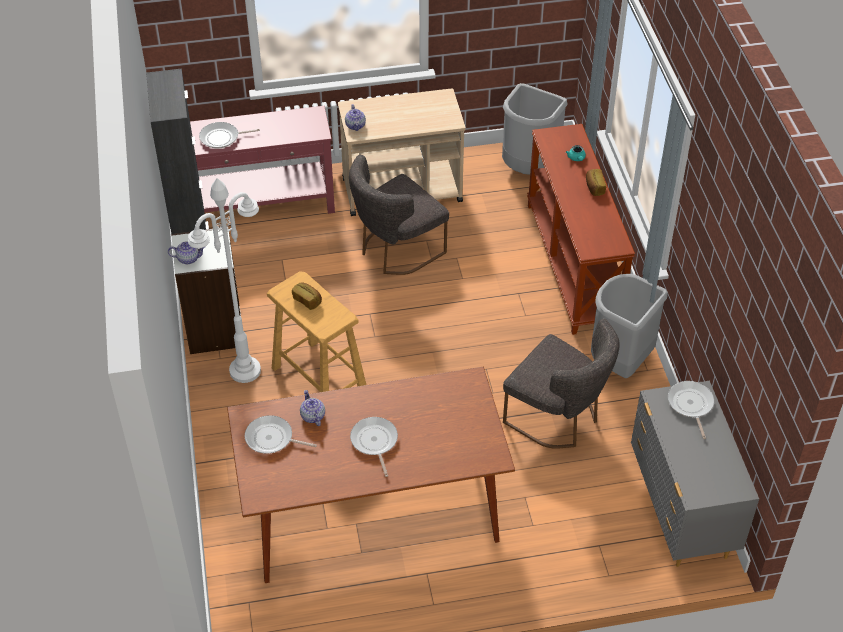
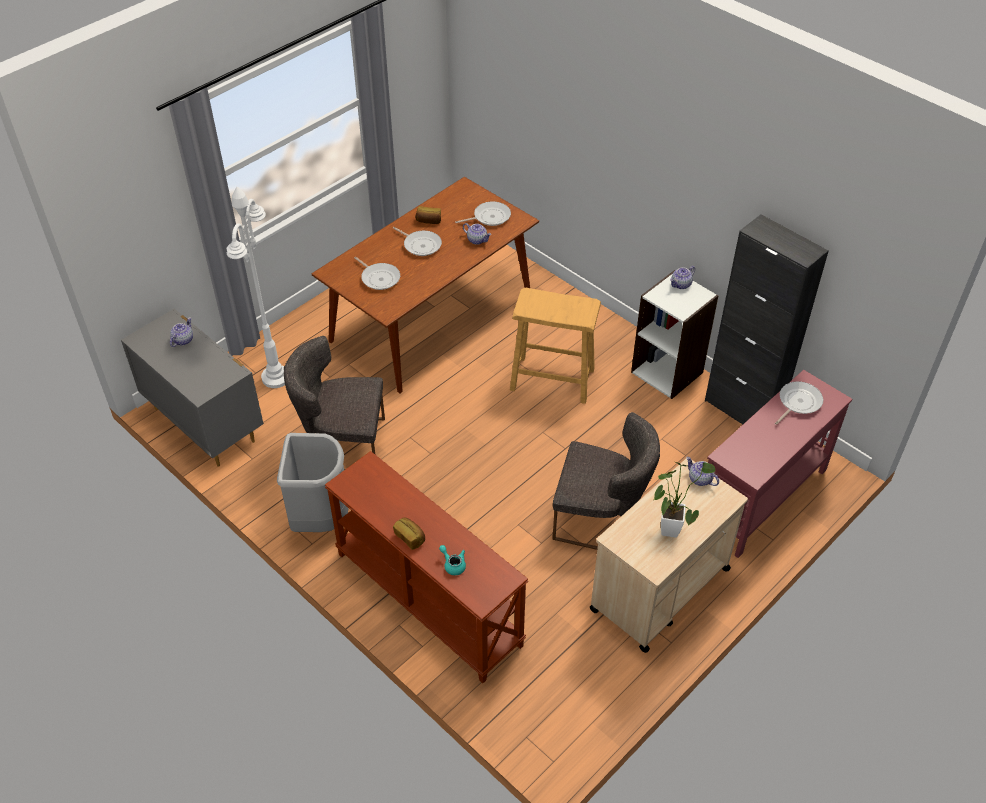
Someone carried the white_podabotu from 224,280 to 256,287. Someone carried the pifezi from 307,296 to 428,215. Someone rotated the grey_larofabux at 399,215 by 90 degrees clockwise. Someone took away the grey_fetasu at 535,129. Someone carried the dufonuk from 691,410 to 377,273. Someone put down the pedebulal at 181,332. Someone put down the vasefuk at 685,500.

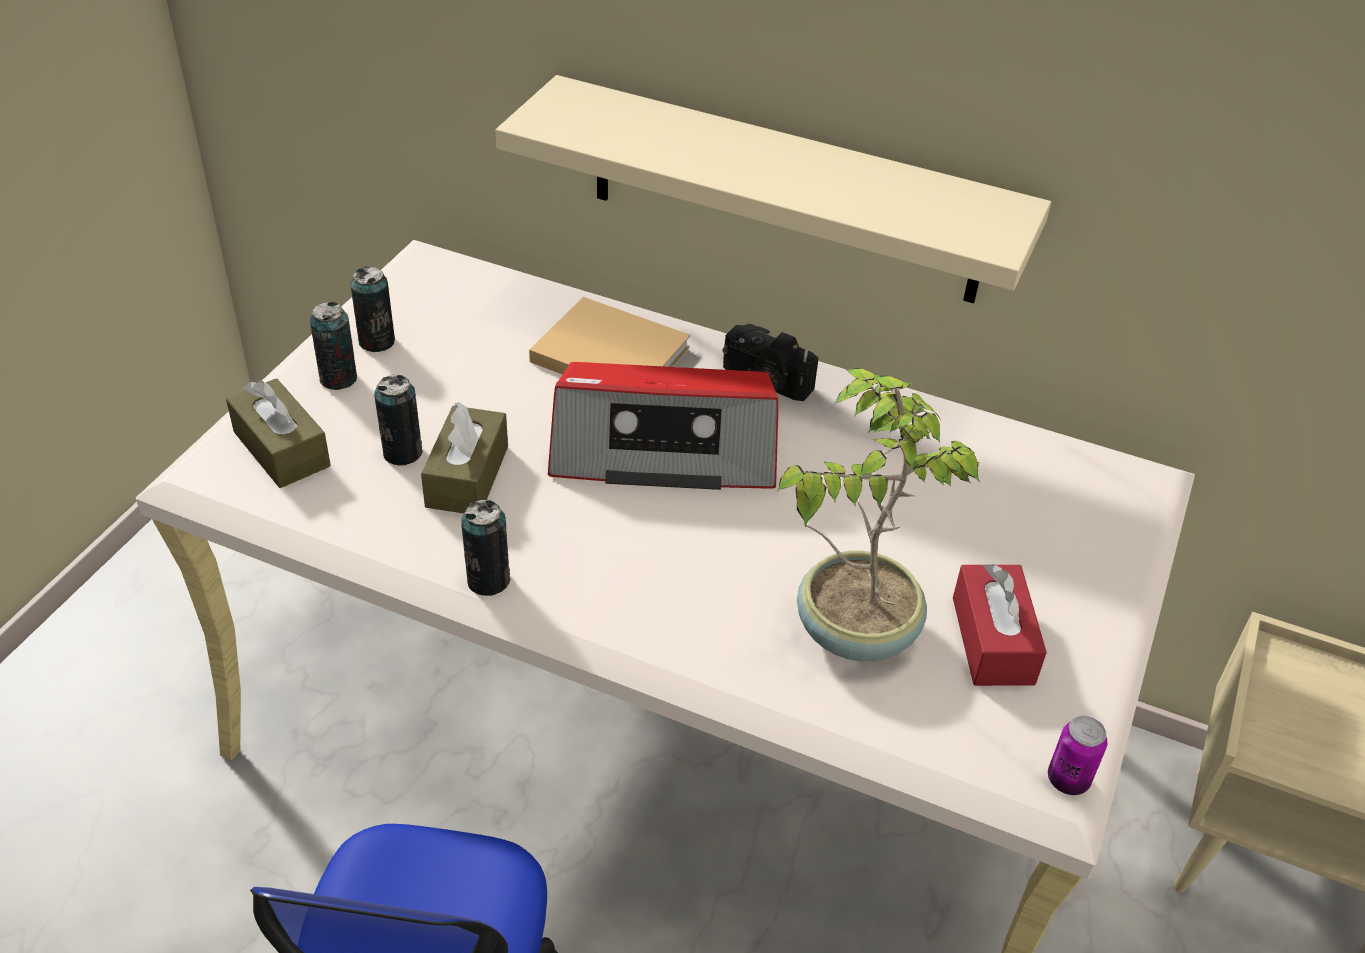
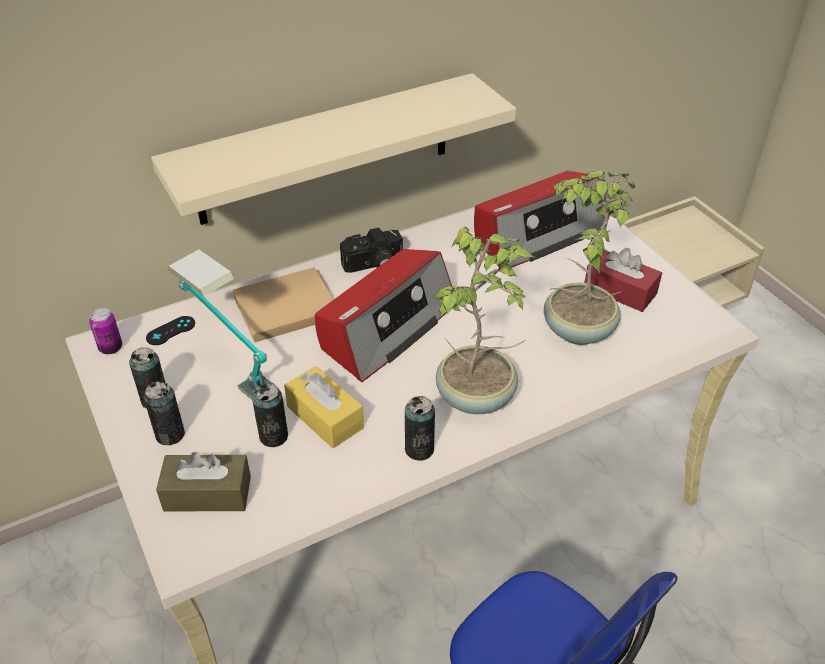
Someone repainted the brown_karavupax at 464,458, which became the yellow_karavupax at 324,407. Someone carried the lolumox from 1077,755 to 105,331. Someone put down the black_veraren at 170,330. Someone put down the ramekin at 220,324. Someone put down the vasefuk at 483,320. Someone put down the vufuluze at 539,219.

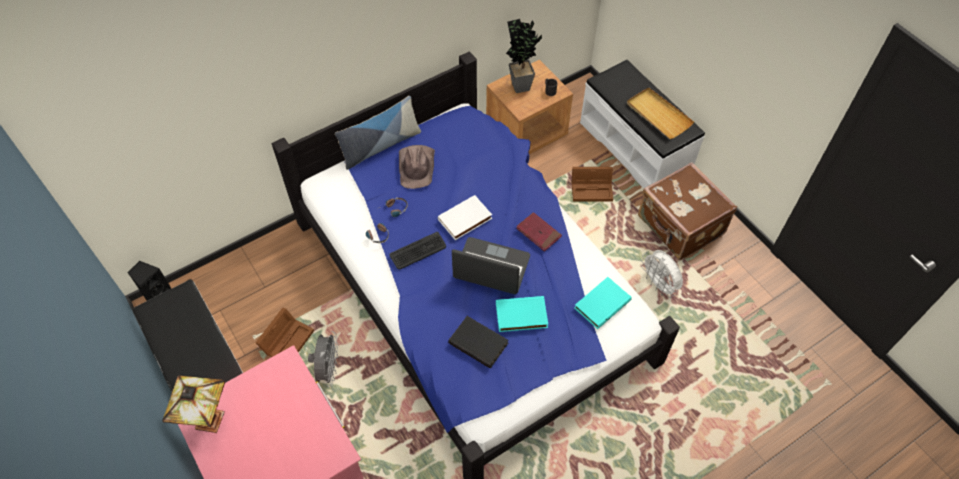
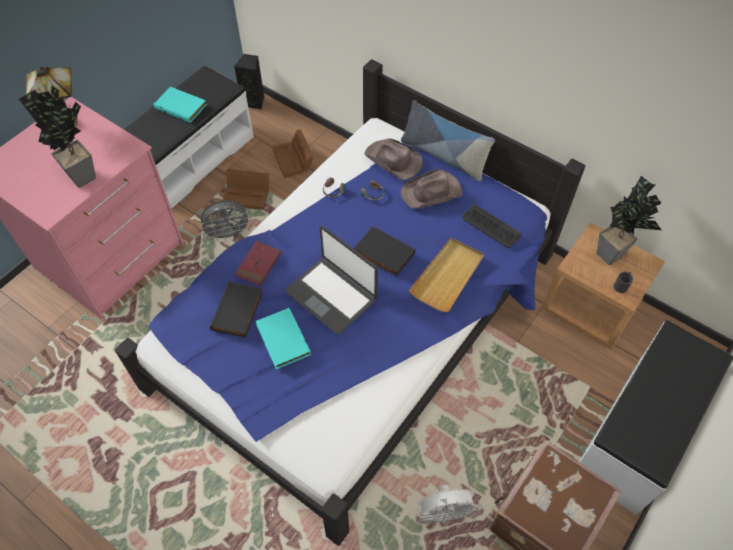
Someone carried the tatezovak from 417,250 to 491,226. Someone repainted the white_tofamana at 465,217, which became the black_tofamana at 384,251. Someone rotated the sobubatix at 491,265 by 135 degrees clockwise. Someone carried the red_tofamana from 539,232 to 258,263. Someone carried the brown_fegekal from 592,184 to 293,153. Someone carried the turquoise_tofamana from 603,303 to 180,105. Someone carried the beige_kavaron from 660,113 to 446,275. Someone rotated the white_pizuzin at 662,274 by 135 degrees counterclockwise. Someone put down the vasefuk at 57,137. Someone put down the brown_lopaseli at 393,159.

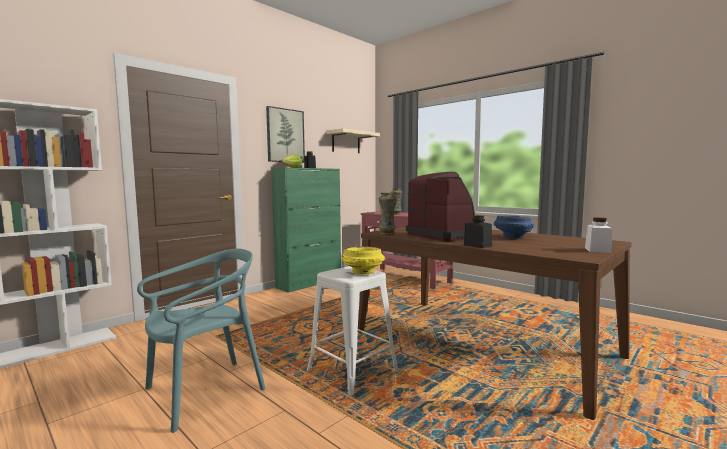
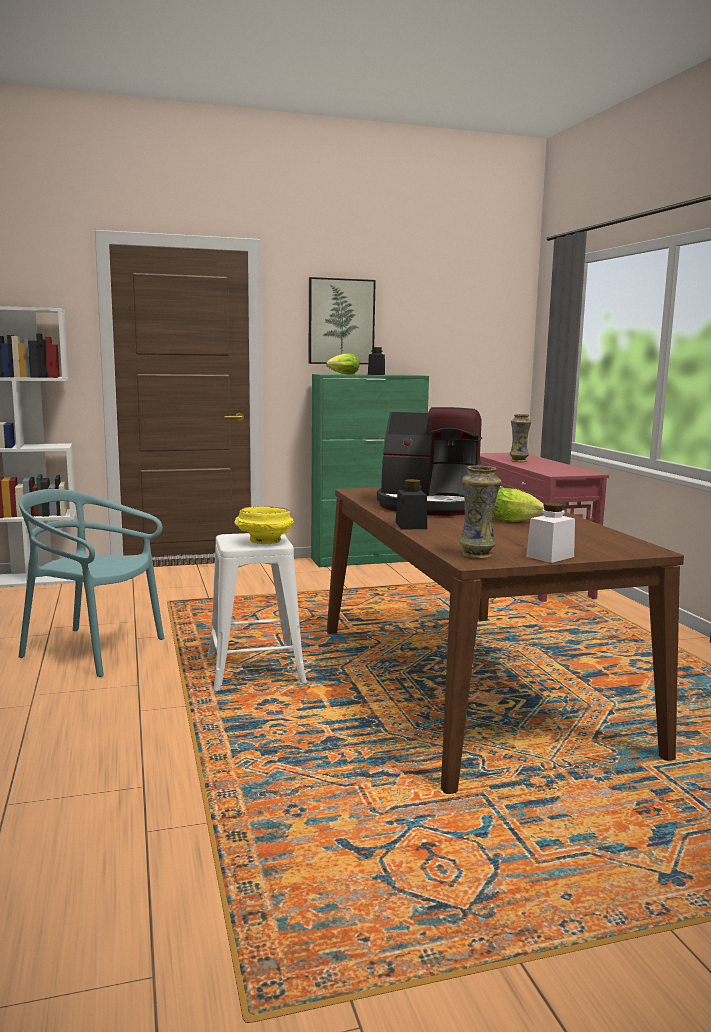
Someone rotated the turquoise_larofabux at 201,341 by 150 degrees counterclockwise. Someone took away the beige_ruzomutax at 353,140. Someone carried the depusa from 387,214 to 480,512. Someone rotated the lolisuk at 440,206 by 105 degrees clockwise. Someone swapped the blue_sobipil at 513,226 for the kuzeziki at 519,505.

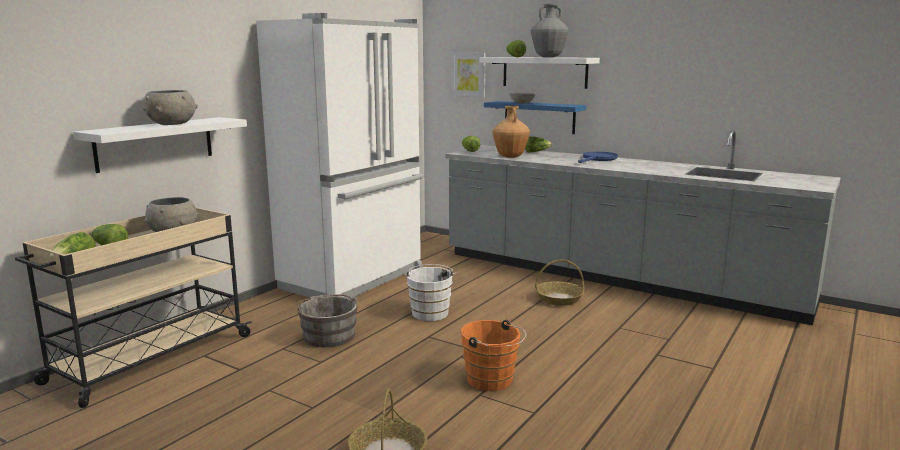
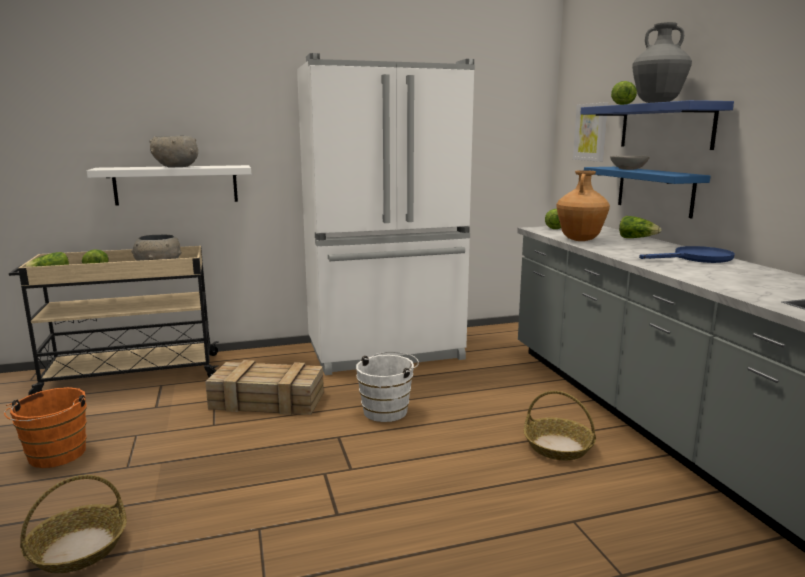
Someone swapped the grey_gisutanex at 327,320 for the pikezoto at 264,387. Someone carried the orange_gisutanex from 493,355 to 45,427. Someone repainted the white_ruzomutax at 539,73, which became the blue_ruzomutax at 657,125.

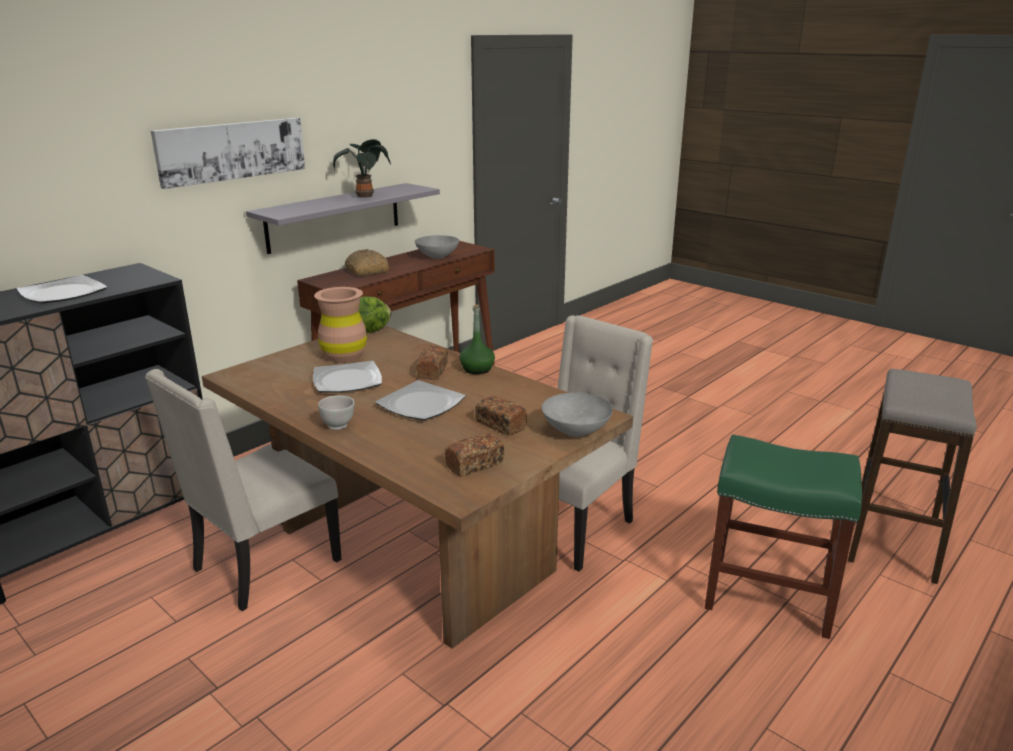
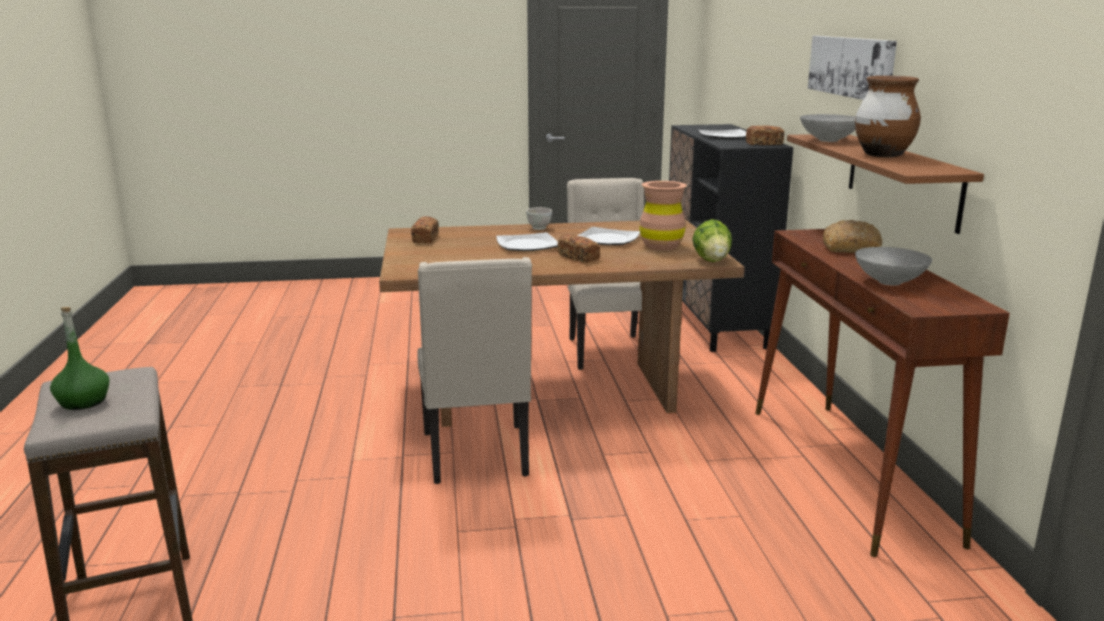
Someone repainted the grey_ruzomutax at 343,218, which became the brown_ruzomutax at 885,184. Someone swapped the vasefuk at 362,168 for the brown_depusa at 888,116. Someone carried the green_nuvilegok from 477,339 to 79,358. Someone carried the pifezi from 501,415 to 765,135. Someone carried the grey_sobipil from 577,415 to 828,128. Someone took away the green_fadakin at 783,537.

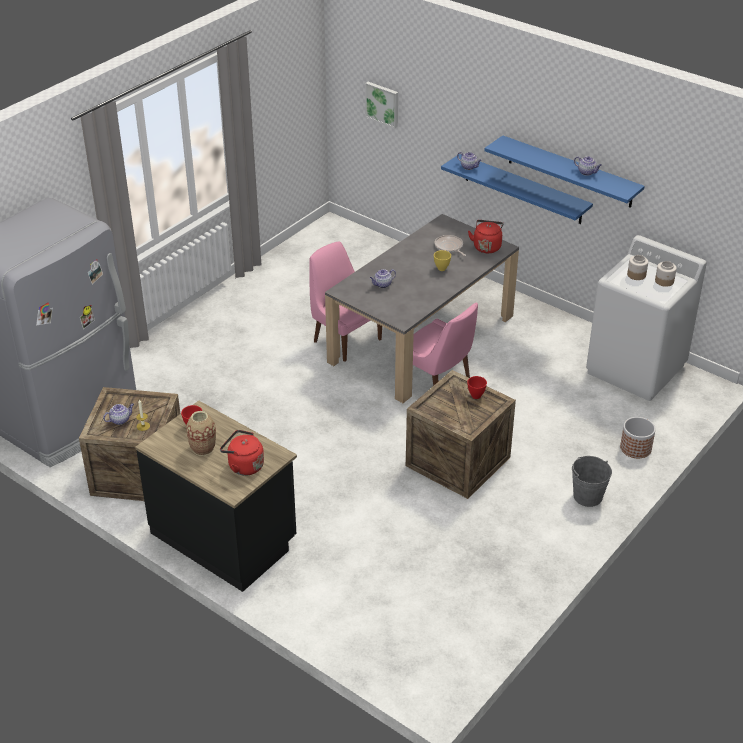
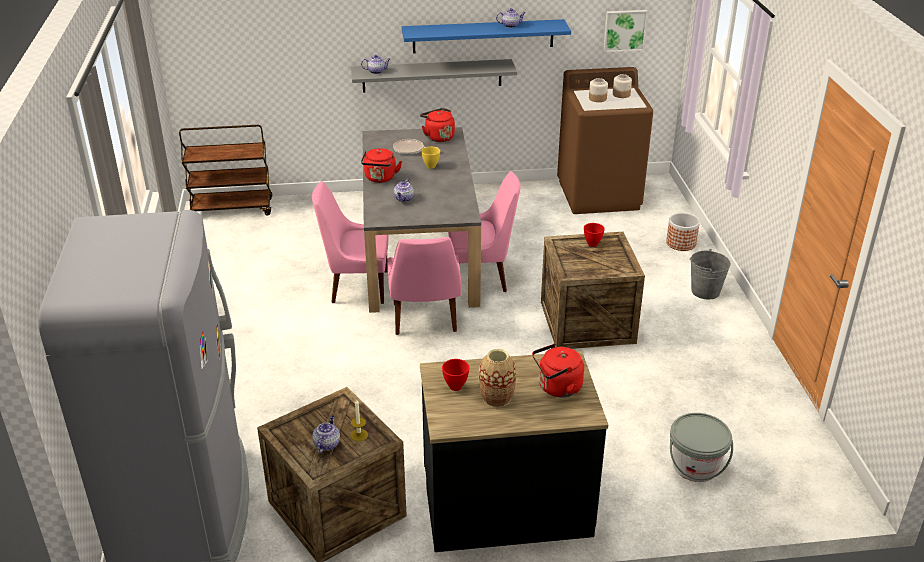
Someone carried the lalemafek from 381,105 to 625,31. Someone repainted the blue_ruzomutax at 517,189, which became the grey_ruzomutax at 434,76. Someone repainted the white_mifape at 646,318, which became the brown_mifape at 605,140. Someone put down the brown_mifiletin at 225,170. Someone put down the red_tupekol at 381,165. Someone put down the pink_larofabux at 424,286. Someone put down the grey_gisutanex at 701,447.

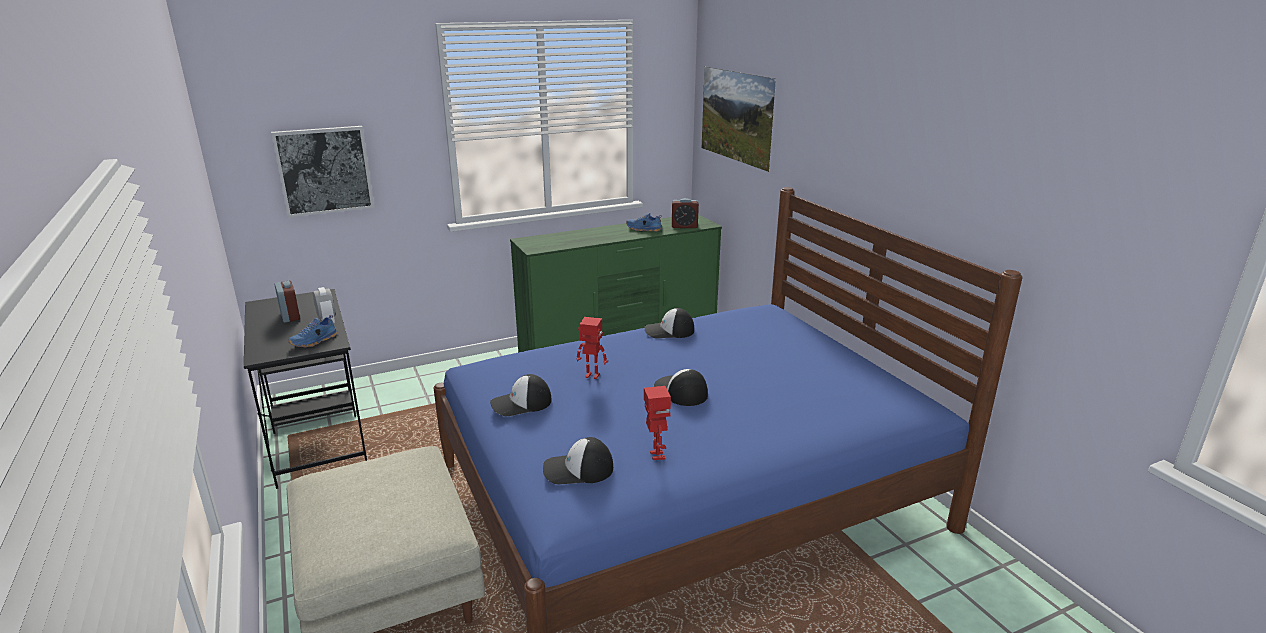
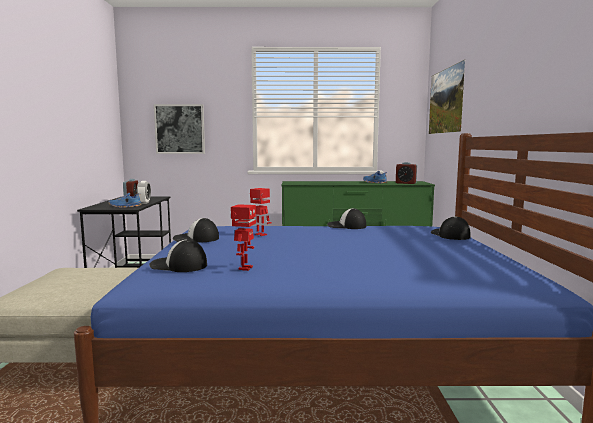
Someone carried the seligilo from 681,387 to 451,228.

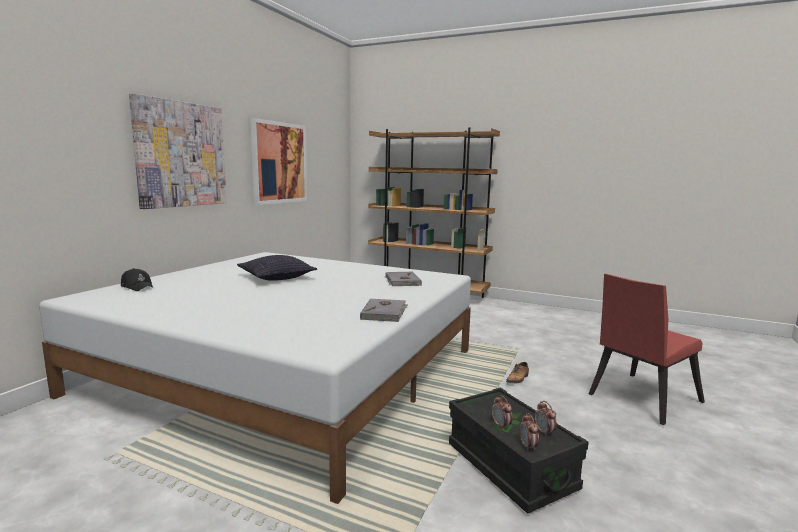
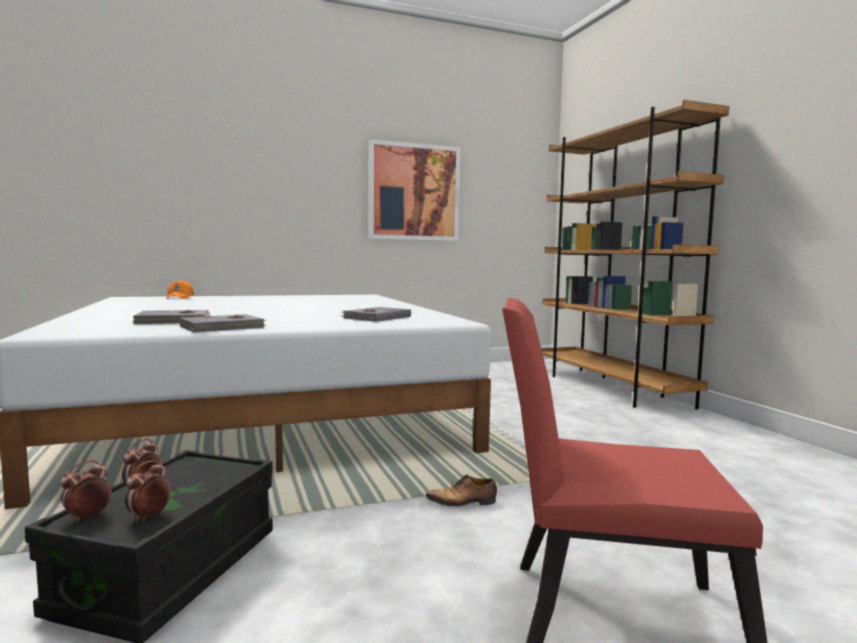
Someone repainted the black_seligilo at 137,279, which became the orange_seligilo at 180,289. Someone took away the lalemafek at 178,151. Someone took away the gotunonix at 277,268. Someone put down the grey_tofamana at 171,317.

